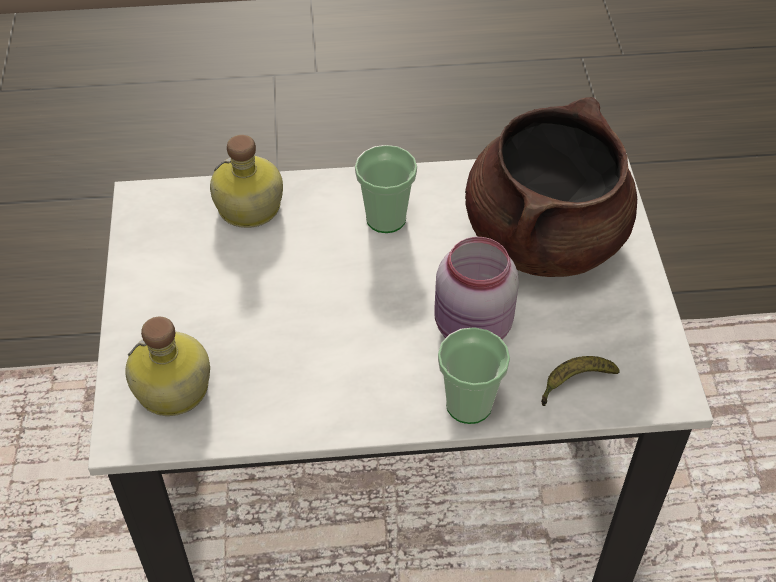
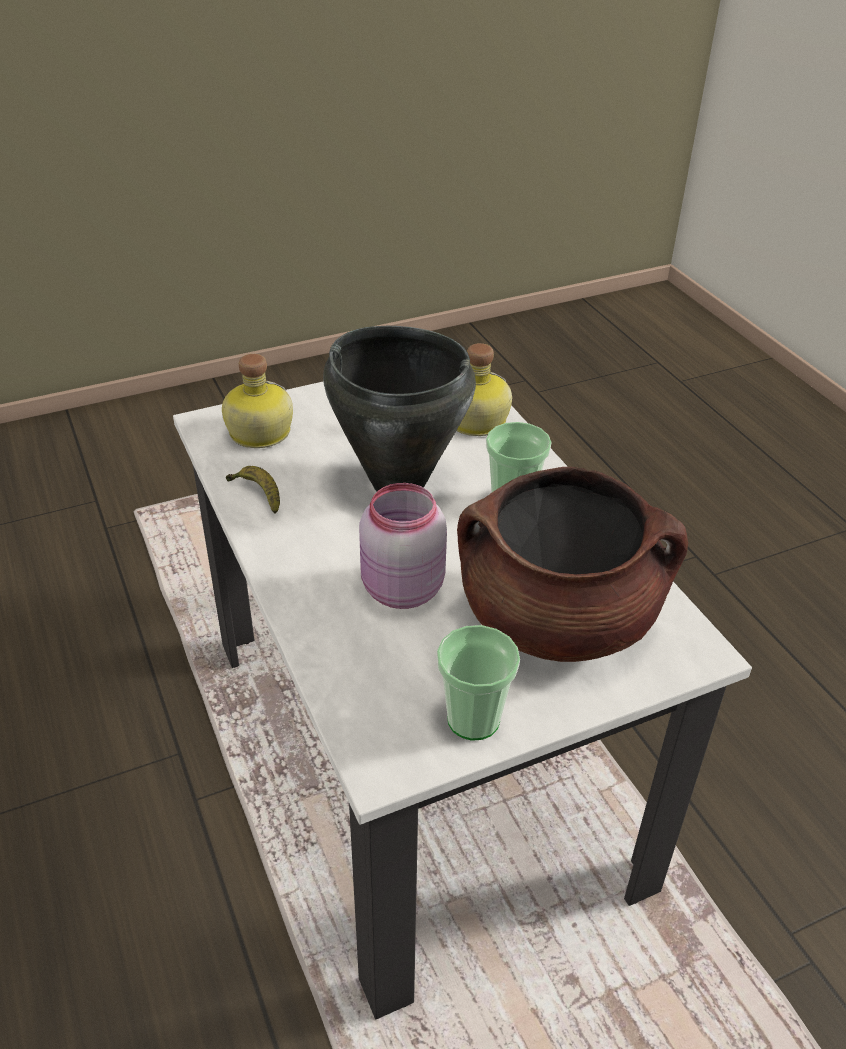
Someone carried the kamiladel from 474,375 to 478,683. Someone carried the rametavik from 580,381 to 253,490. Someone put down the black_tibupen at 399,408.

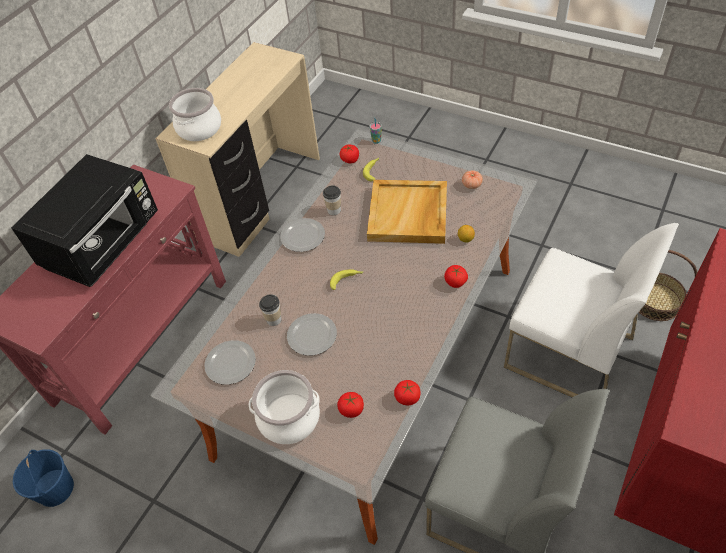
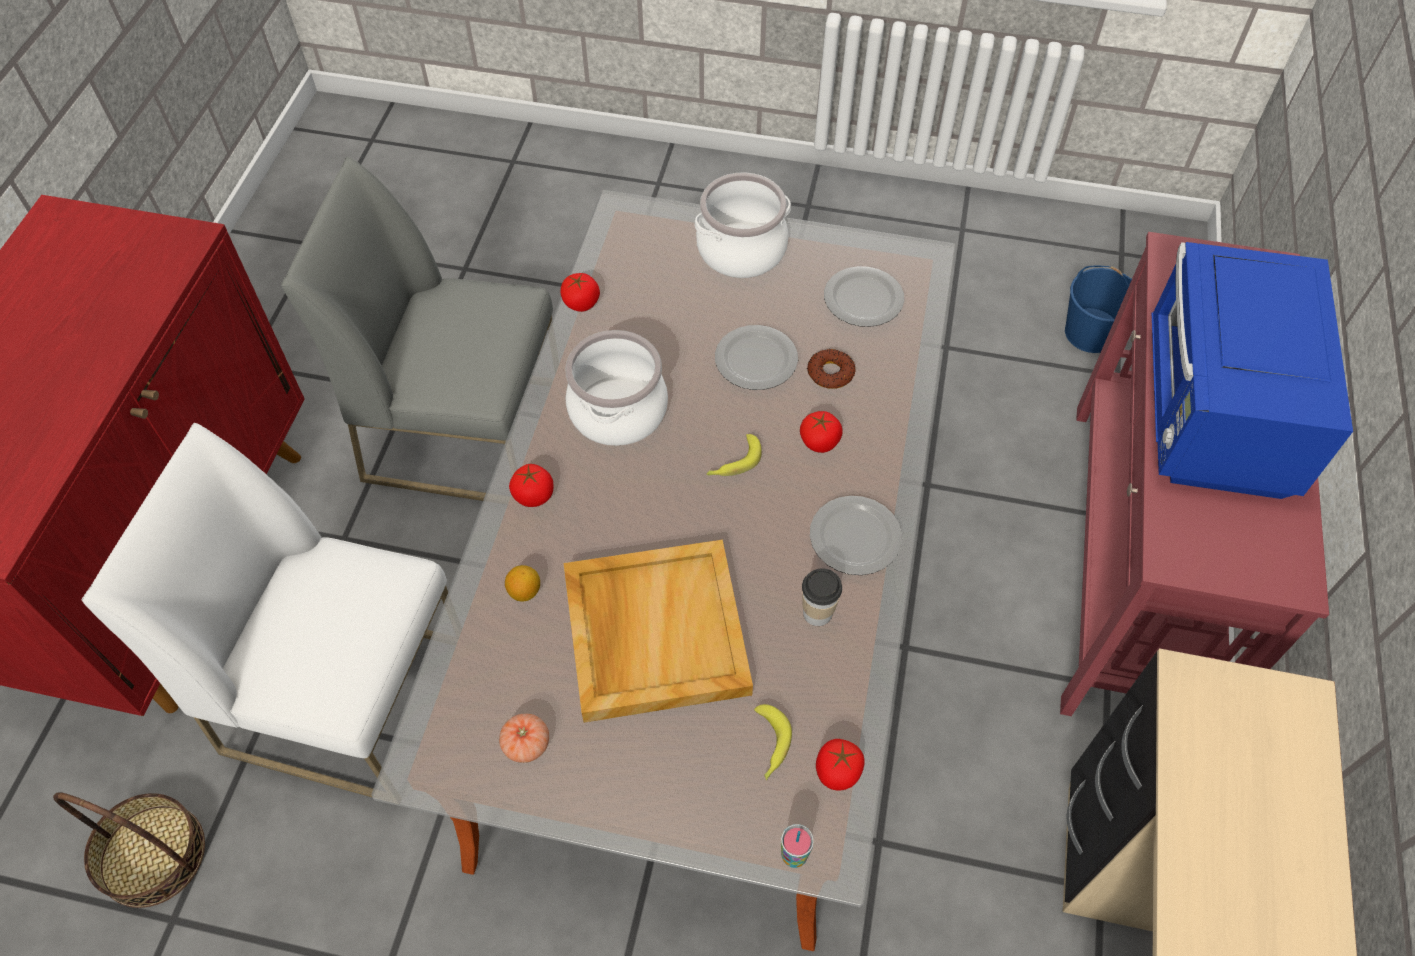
Someone repainted the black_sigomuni at 84,220, which became the blue_sigomuni at 1252,370. Someone carried the tibupen from 195,114 to 616,388. Someone swapped the kamiladel at 270,310 for the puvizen at 831,368. Someone carried the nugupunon from 350,405 to 821,432.

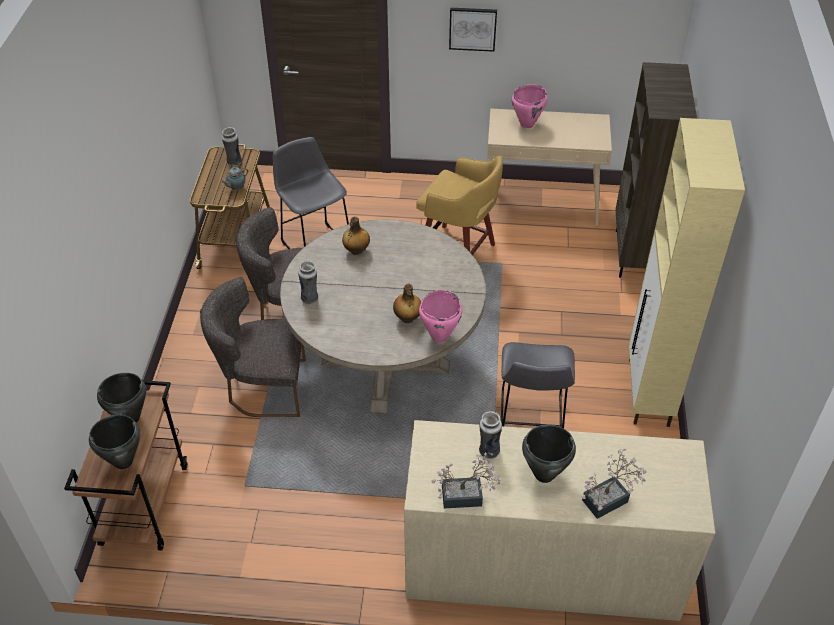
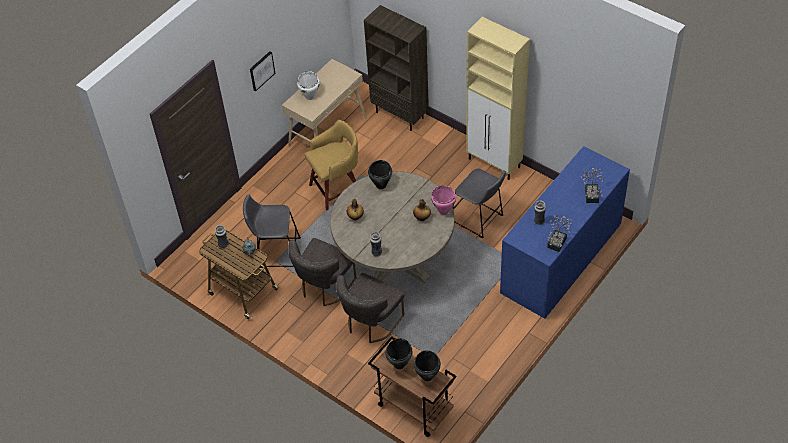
Someone repainted the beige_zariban at 559,520, which became the blue_zariban at 565,232. Someone repainted the pink_tibupen at 530,106, which became the white_tibupen at 308,85. Someone carried the black_tibupen from 549,454 to 380,174.

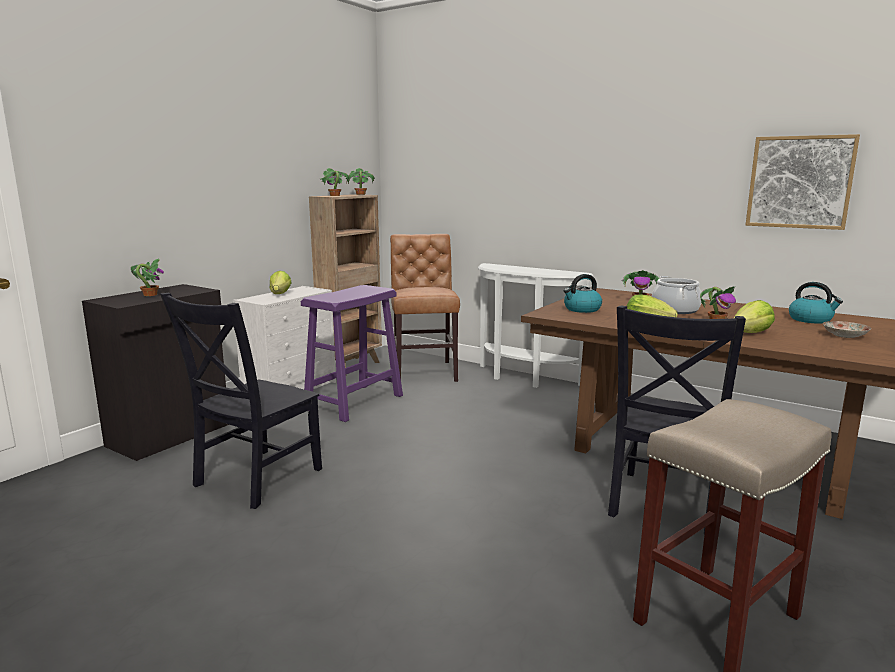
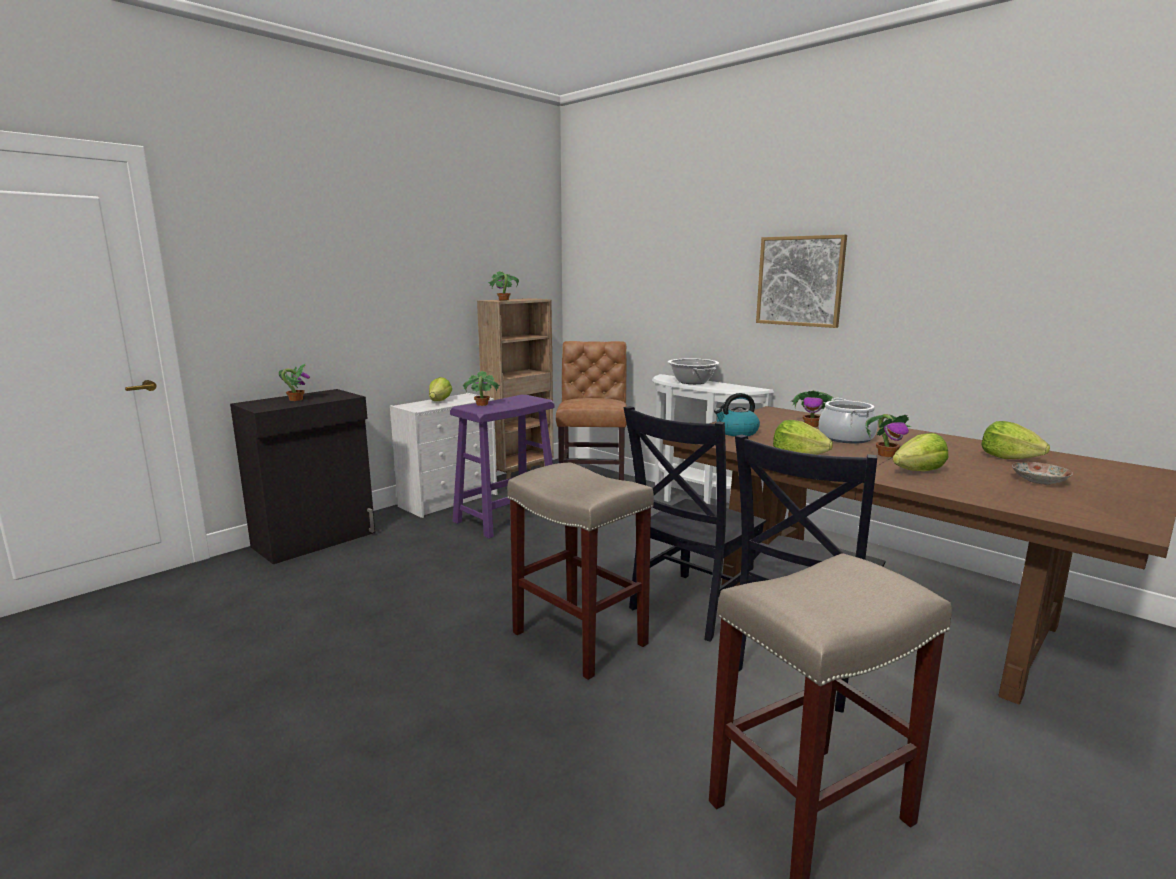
Someone carried the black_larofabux from 241,401 to 694,524. Someone carried the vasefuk from 360,181 to 481,388. Someone carried the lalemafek from 803,182 to 801,281. Someone swapped the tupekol at 816,302 for the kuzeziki at 1015,440. Someone put down the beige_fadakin at 580,571. Someone put down the tibupen at 693,371.

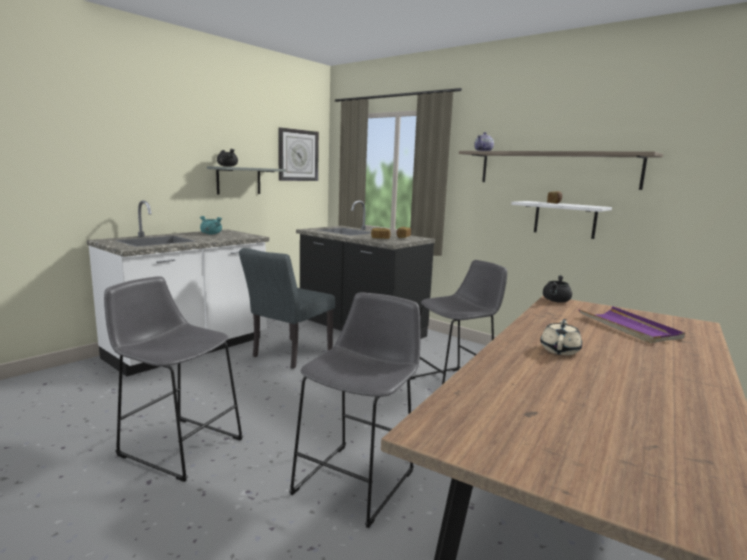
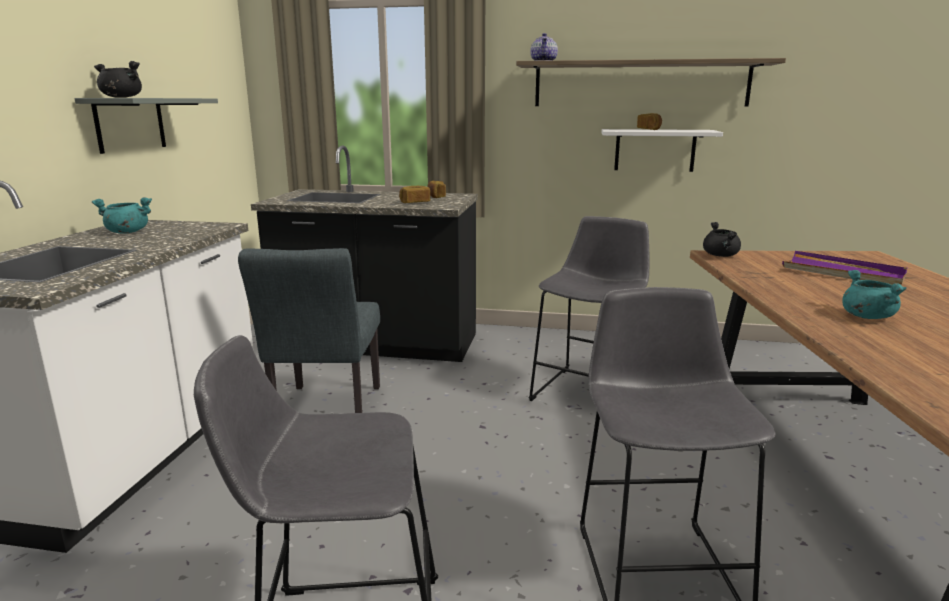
Someone took away the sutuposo at 298,154. Someone swapped the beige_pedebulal at 561,337 for the turquoise_tibupen at 874,294.

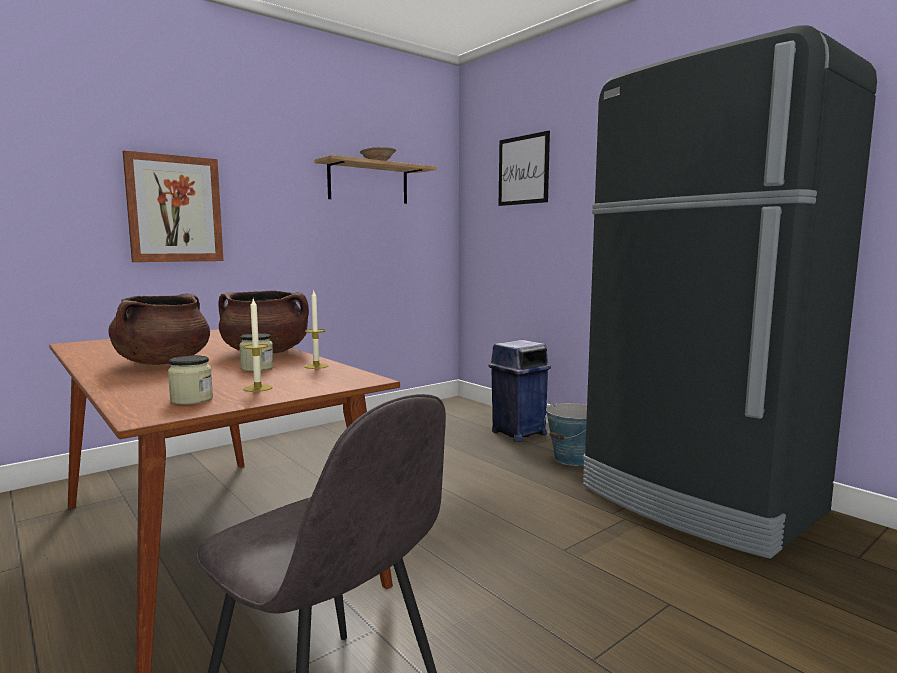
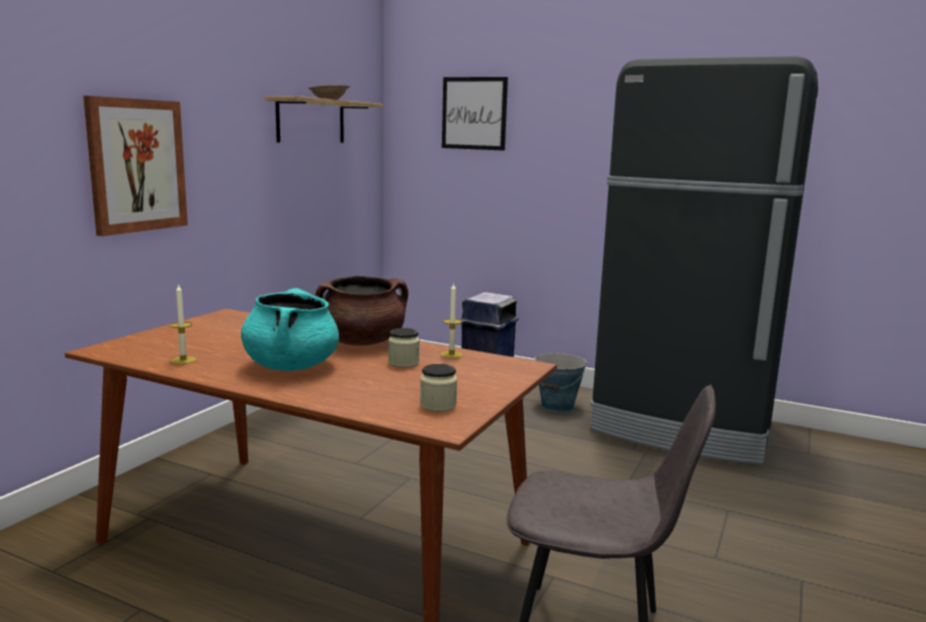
Someone repainted the brown_tibupen at 159,329, which became the turquoise_tibupen at 290,329. Someone carried the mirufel from 257,345 to 183,323.

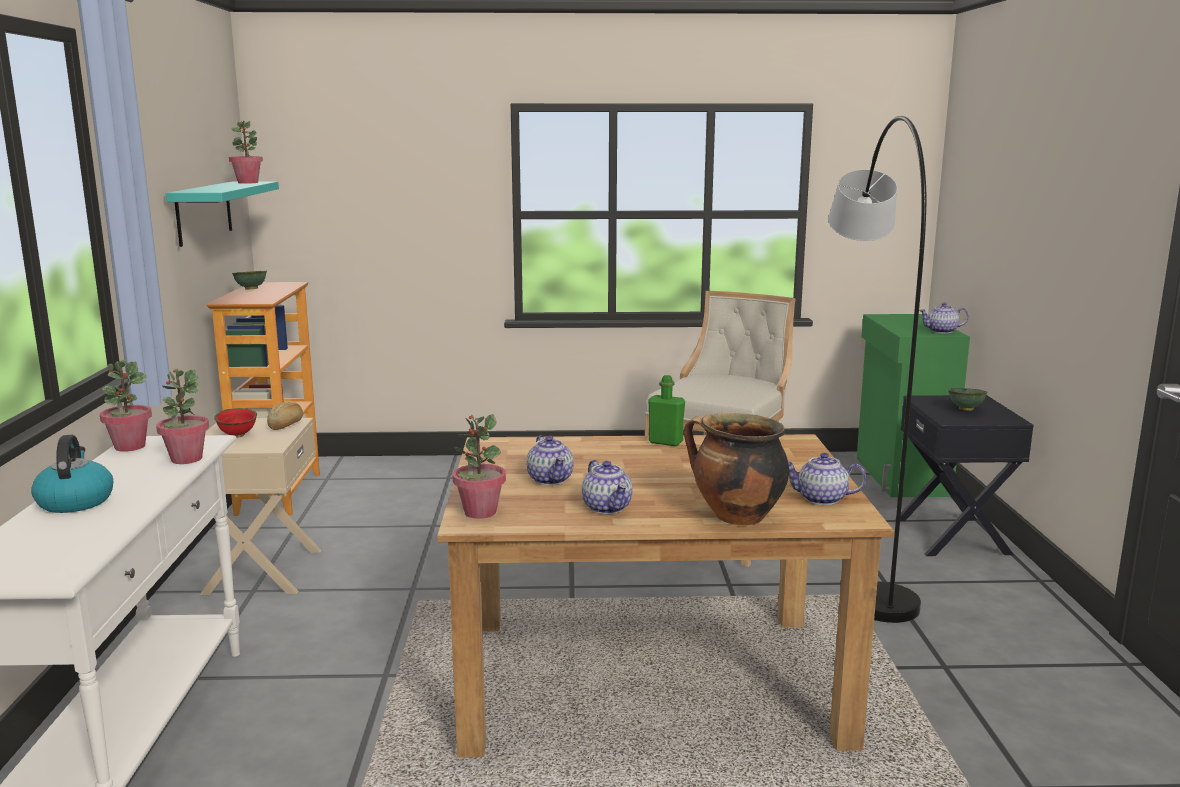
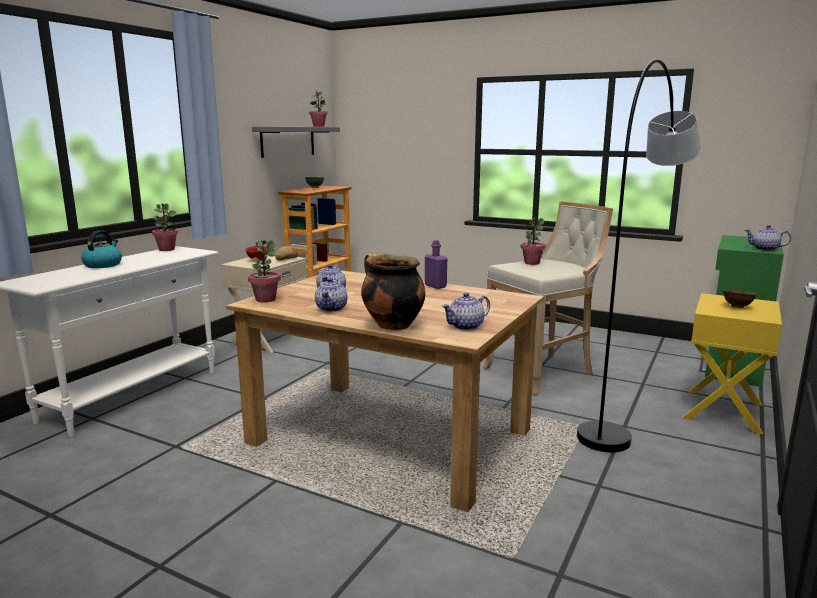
Someone carried the vasefuk from 182,416 to 533,241. Someone repainted the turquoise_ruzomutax at 222,214, which became the grey_ruzomutax at 296,142. Someone repainted the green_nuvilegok at 666,410, which became the purple_nuvilegok at 436,264. Someone rotated the pedebulal at 827,479 by 75 degrees counterclockwise. Someone repainted the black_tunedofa at 964,475, which became the yellow_tunedofa at 732,363. Someone repainted the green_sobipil at 967,399, which became the brown_sobipil at 740,298.

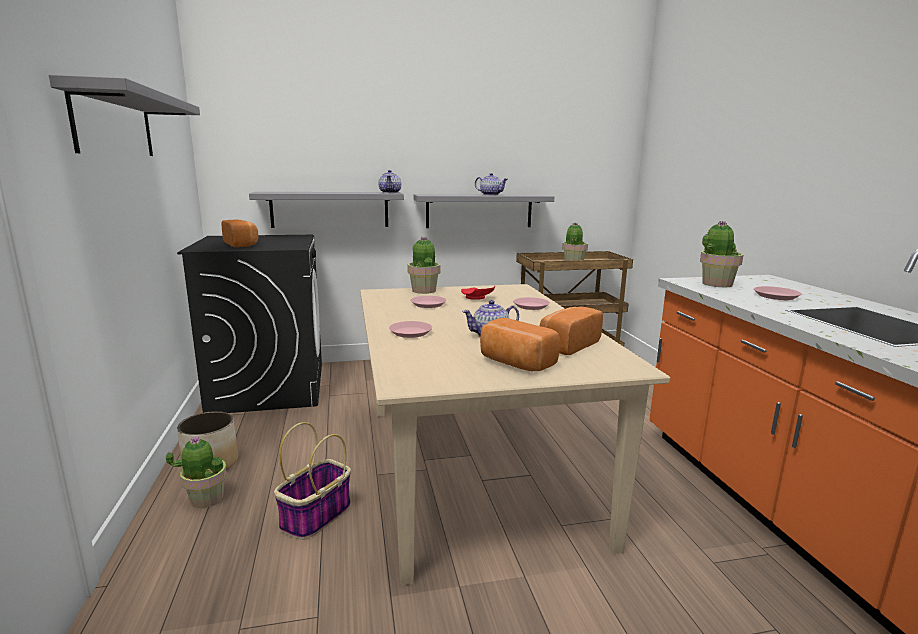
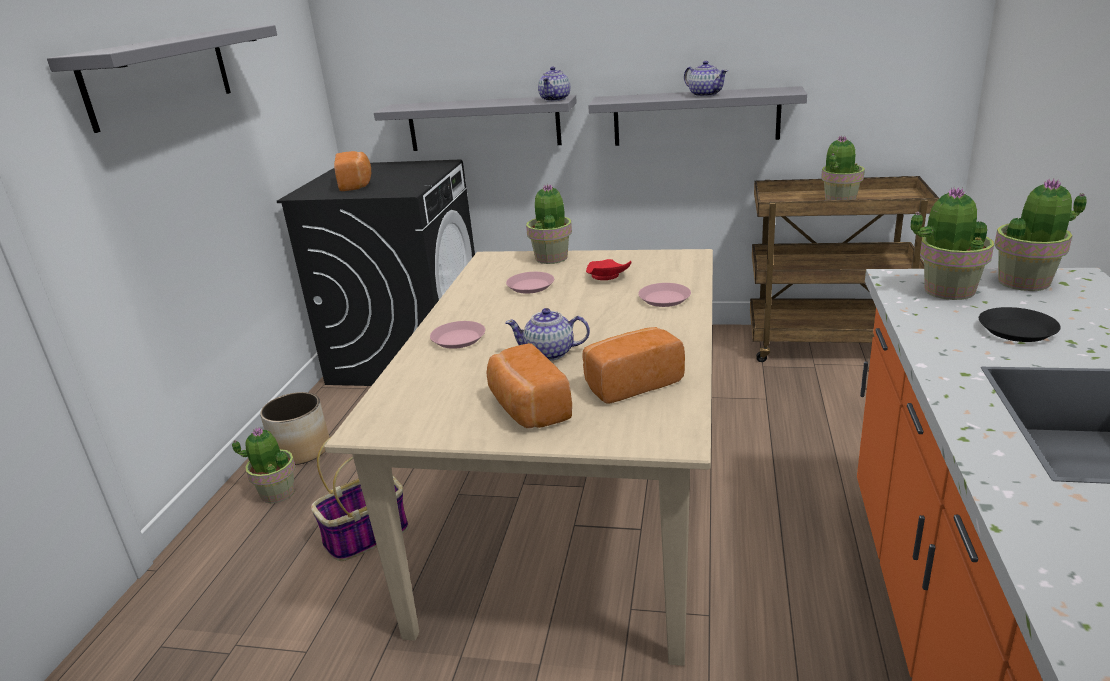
Someone repainted the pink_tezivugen at 778,293, which became the black_tezivugen at 1020,324. Someone put down the vasefuk at 1041,235.

